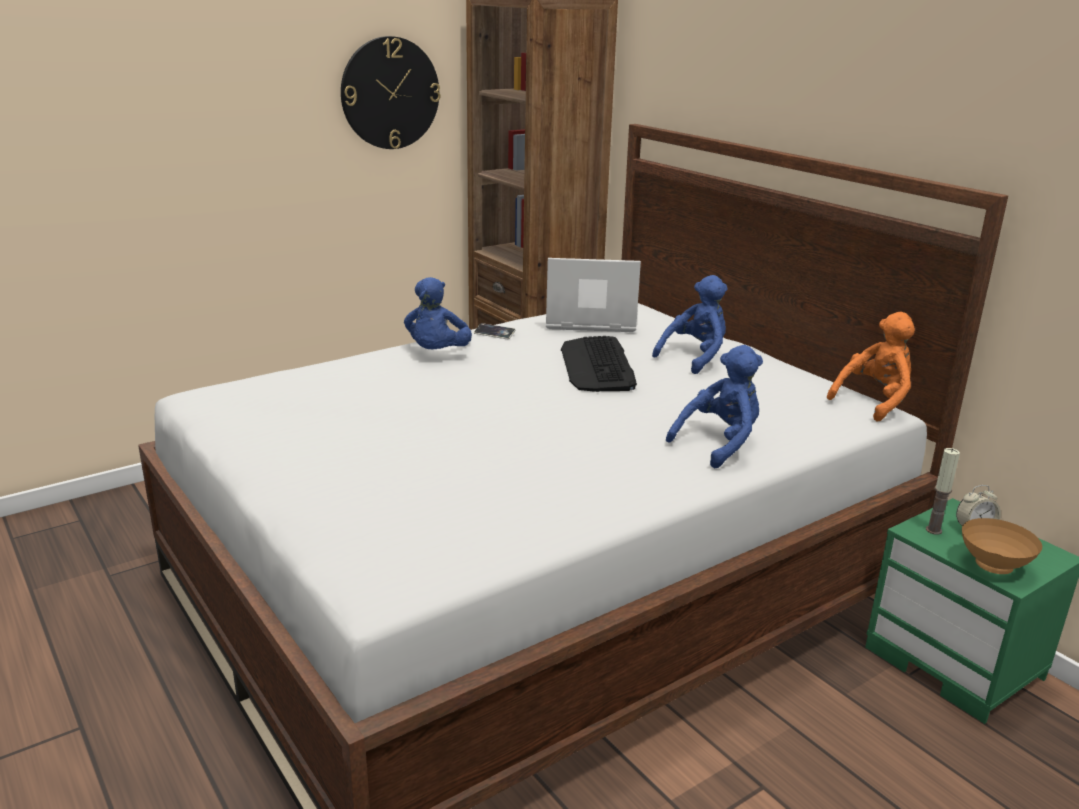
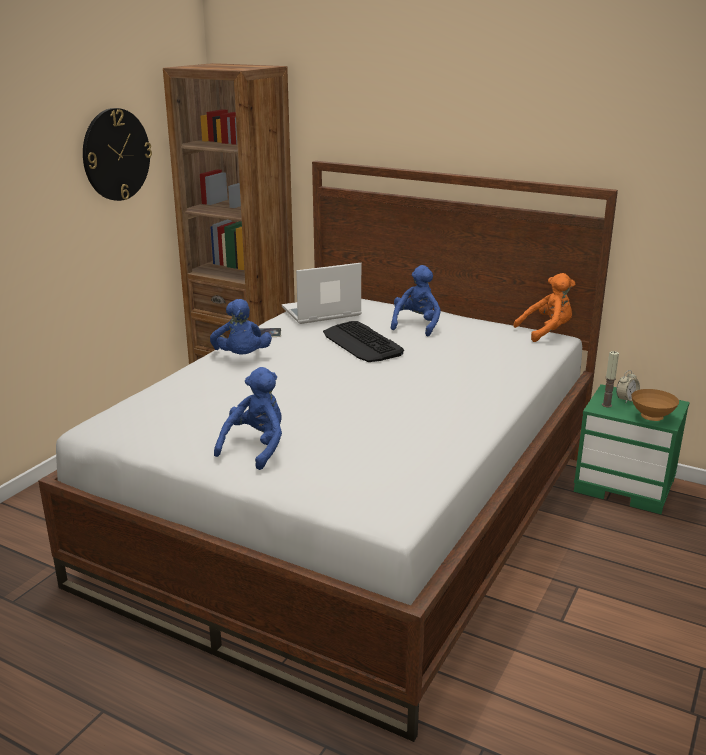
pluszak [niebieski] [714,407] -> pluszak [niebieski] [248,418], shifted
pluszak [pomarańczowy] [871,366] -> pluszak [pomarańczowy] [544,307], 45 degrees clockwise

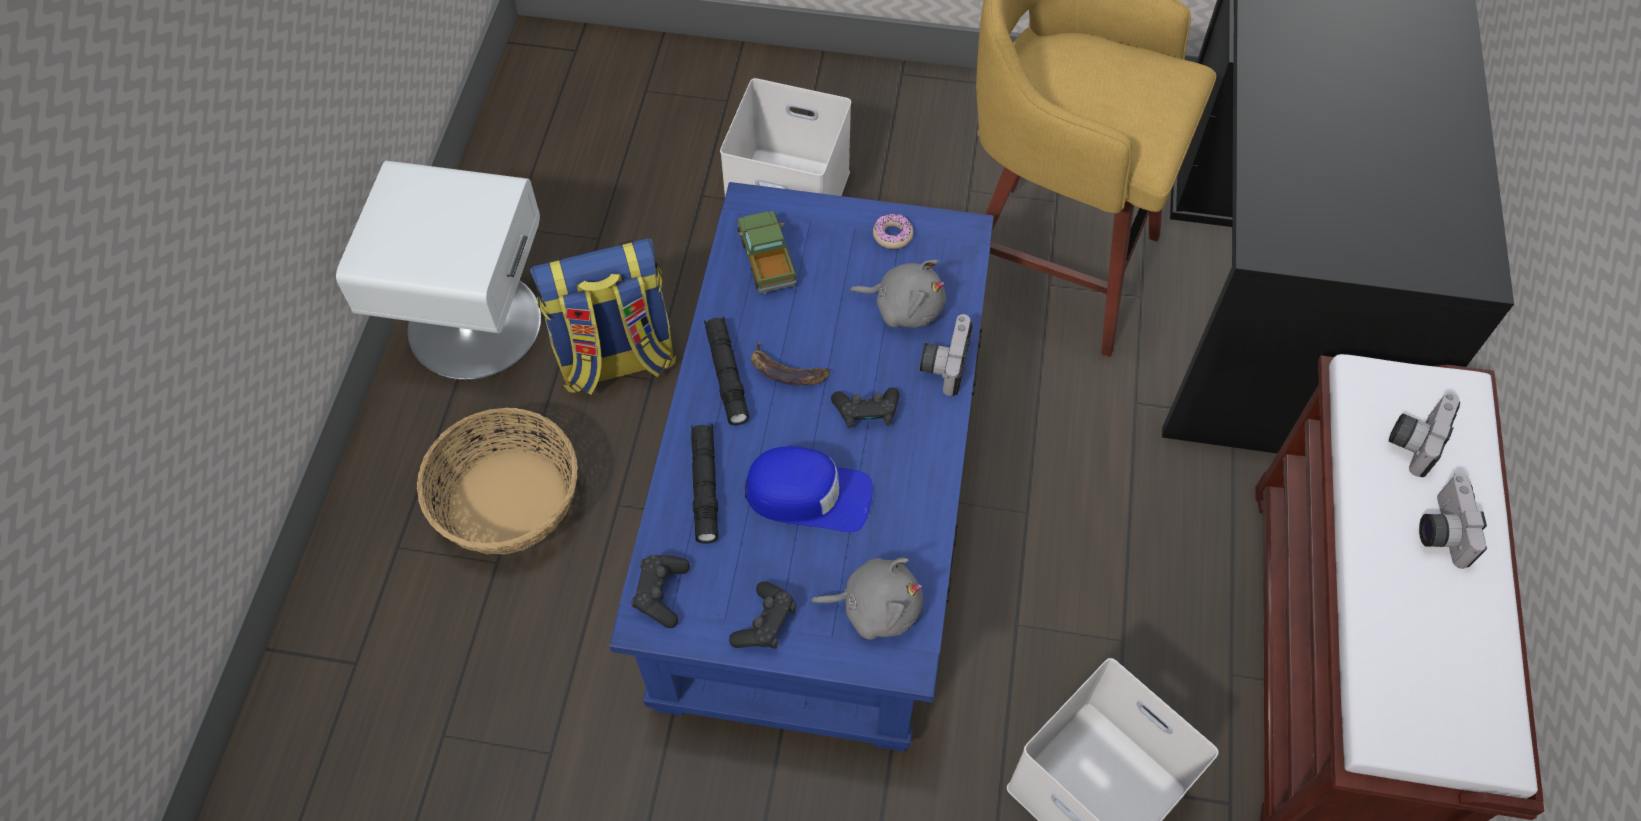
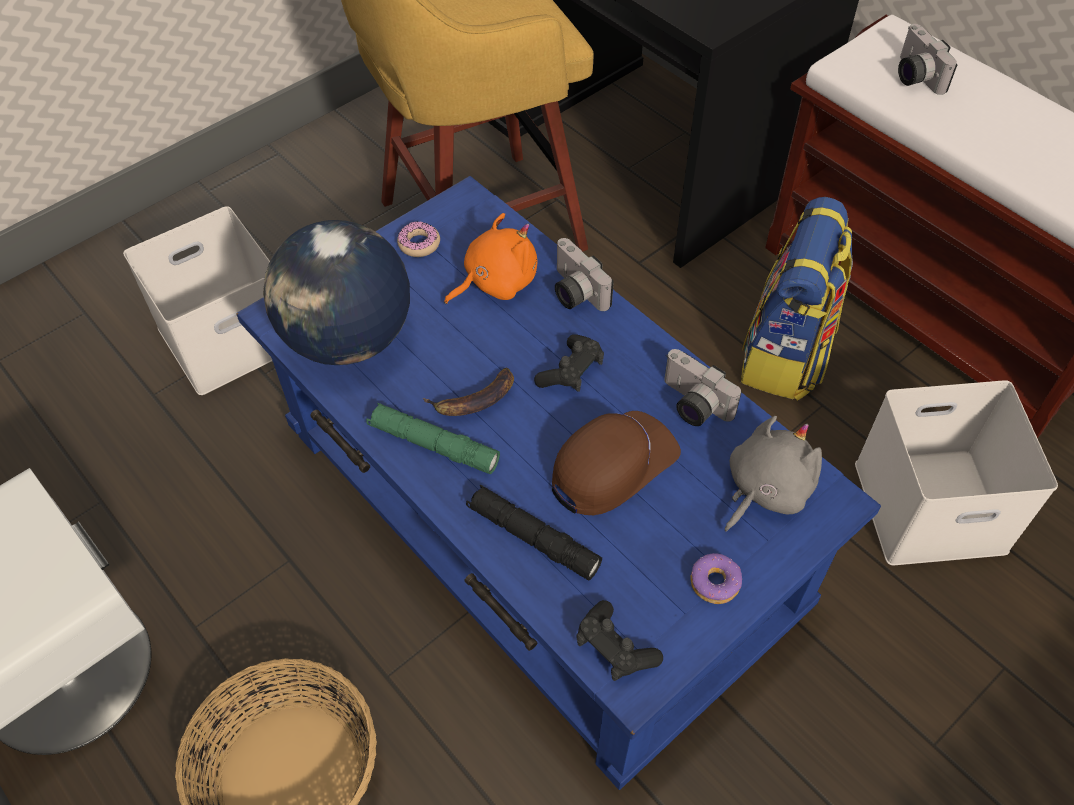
plecak [603,316] -> plecak [797,299], shifted
aparat fotograficzny [1453,521] -> aparat fotograficzny [703,387], shifted
pad do gier [czarny] [762,615] -> donut [716,578]
ciężarówka zabawkowa [766,253] -> globus [336,292]
latarka [czarny] [726,370] -> latarka [zielony] [433,438]
czapka z daszkiem [niebieski] [809,489] -> czapka z daszkiem [brązowy] [616,463]
pluszak [szary] [897,294] -> pluszak [pomarańczowy] [490,258]

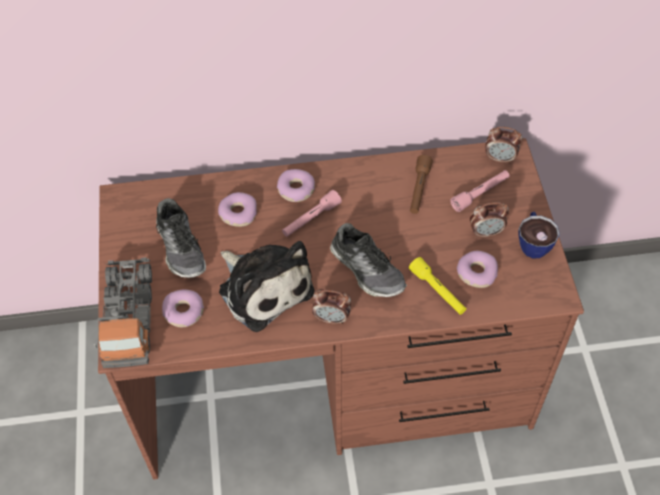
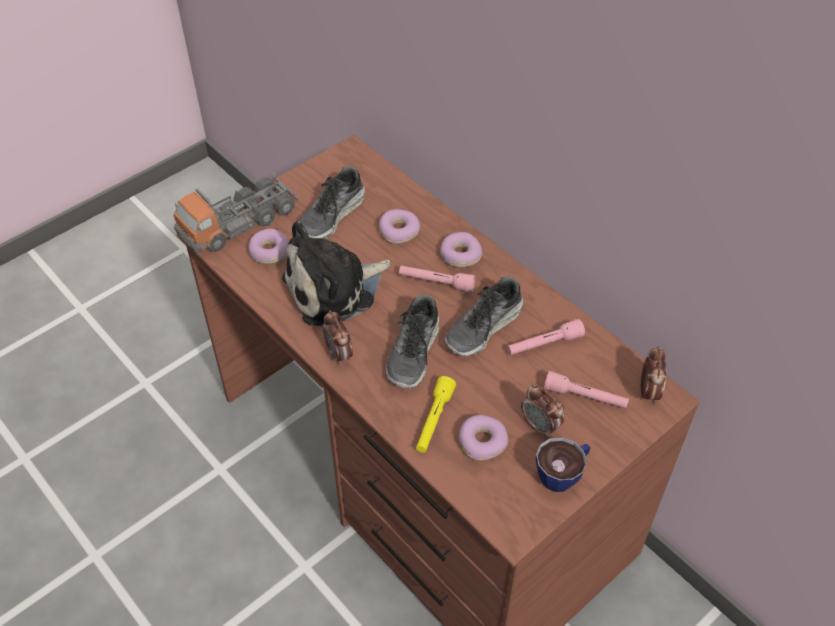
none -> but [483,316]
latarka [brązowy] [421,184] -> latarka [różowy] [546,337]
pluszak [266,286] -> pluszak [336,273], 45 degrees clockwise
budzik [504,145] -> budzik [653,375], 150 degrees counterclockwise

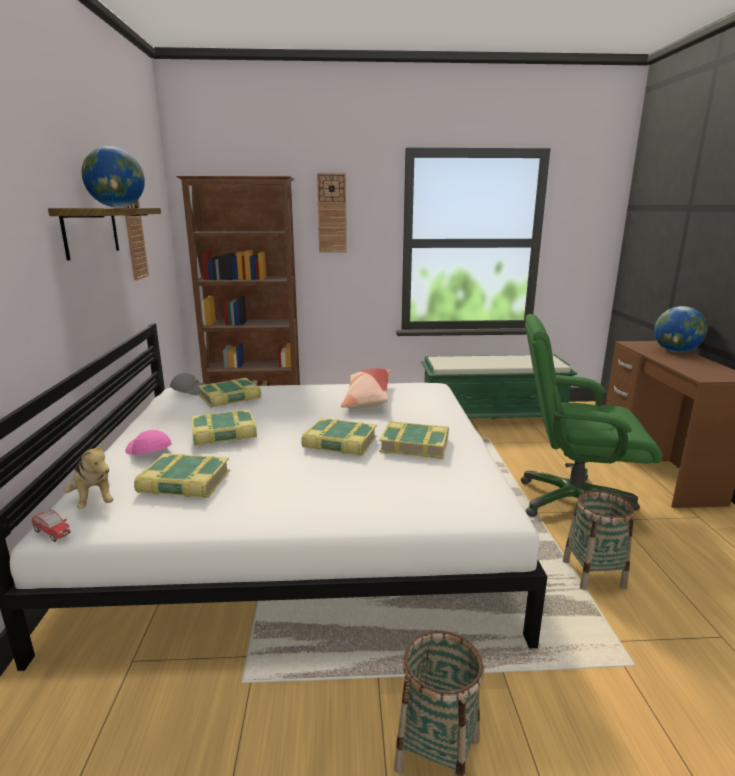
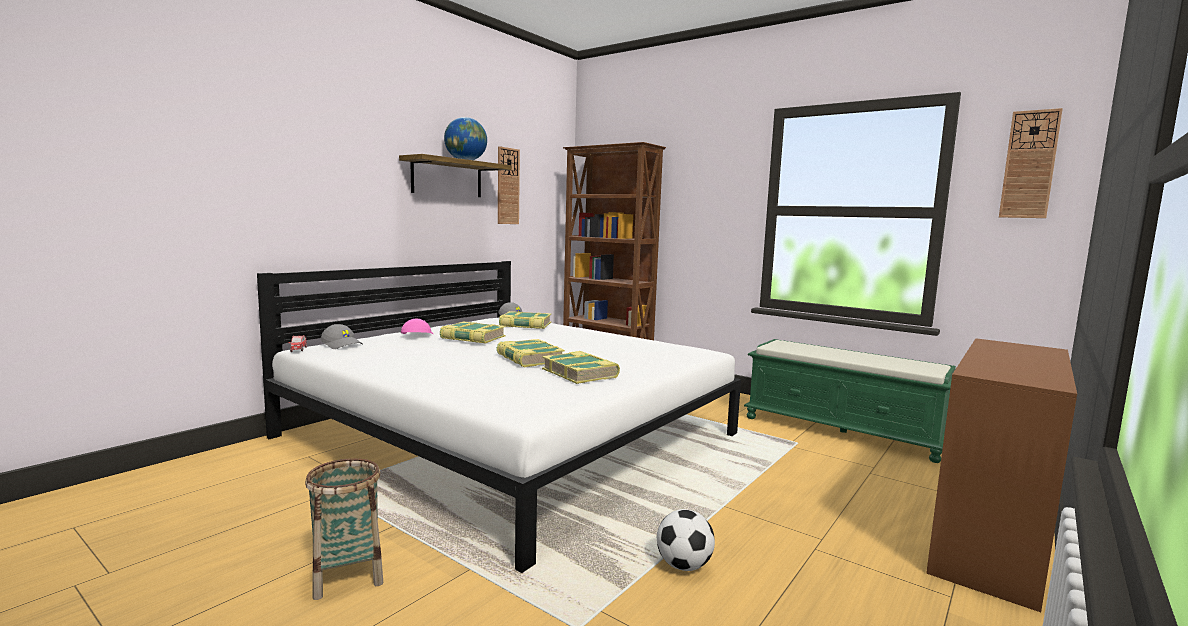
książka [182,475] -> none
poduszka [366,388] -> none
krzesło biurowe [zielony] [591,415] -> none
globus [681,329] -> none
zegar ścienny [332,213] -> zegar ścienny [1031,163], shifted
pluszak [88,475] -> czapka z daszkiem [szary] [341,336]
koszyk [598,540] -> piłka futbolowa [686,540]

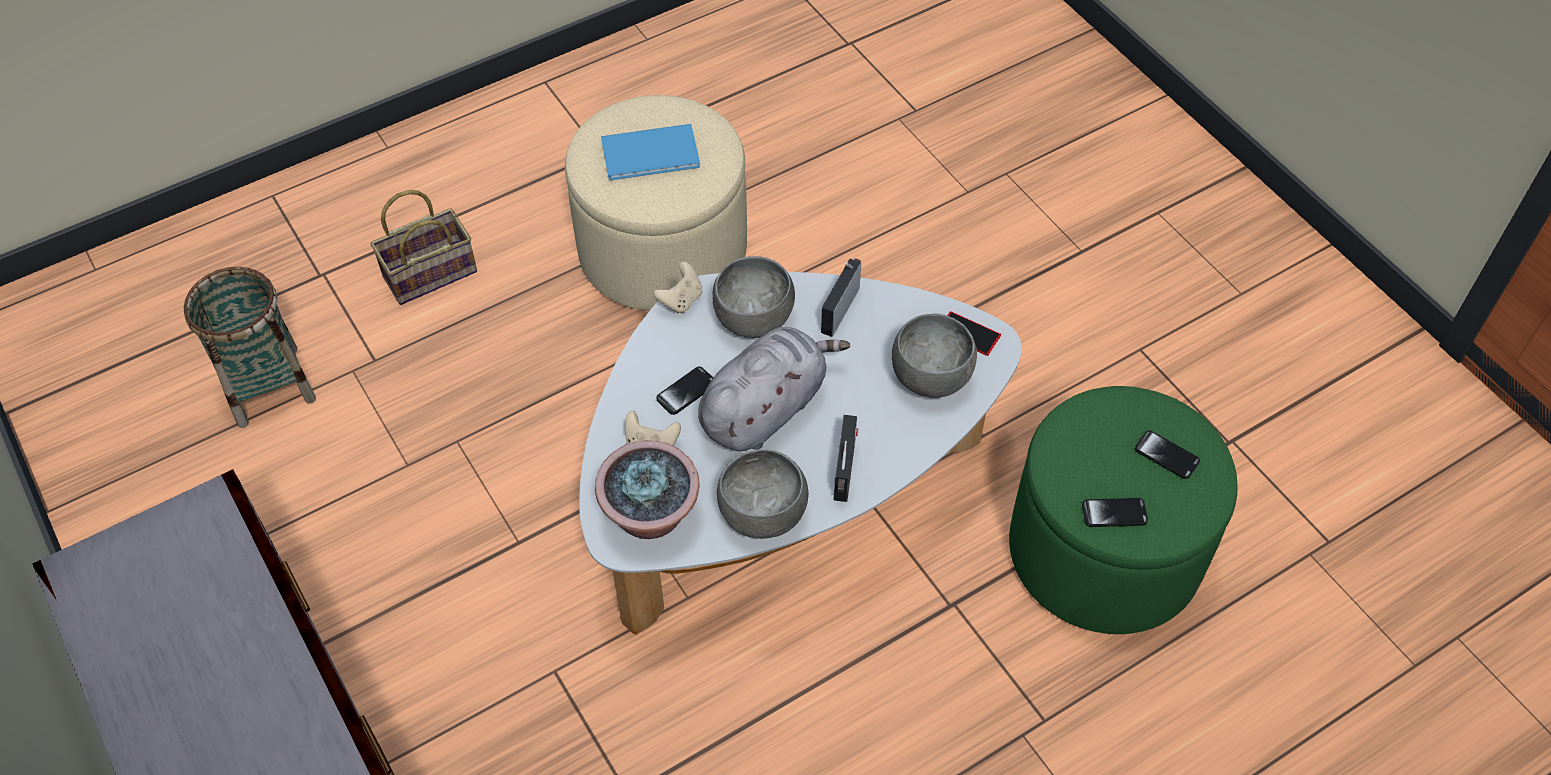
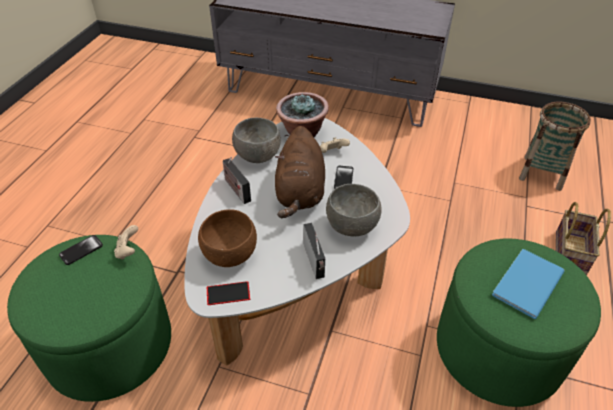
telefon [1167,454] -> none
pad do gier [beżowy] [677,288] -> pad do gier [beżowy] [126,242], shifted
pufa [beżowy] [656,203] -> pufa [zielony] [519,322]
pluszak [szary] [774,389] -> pluszak [brązowy] [300,172]
miska [szary] [934,355] -> miska [brązowy] [227,238]

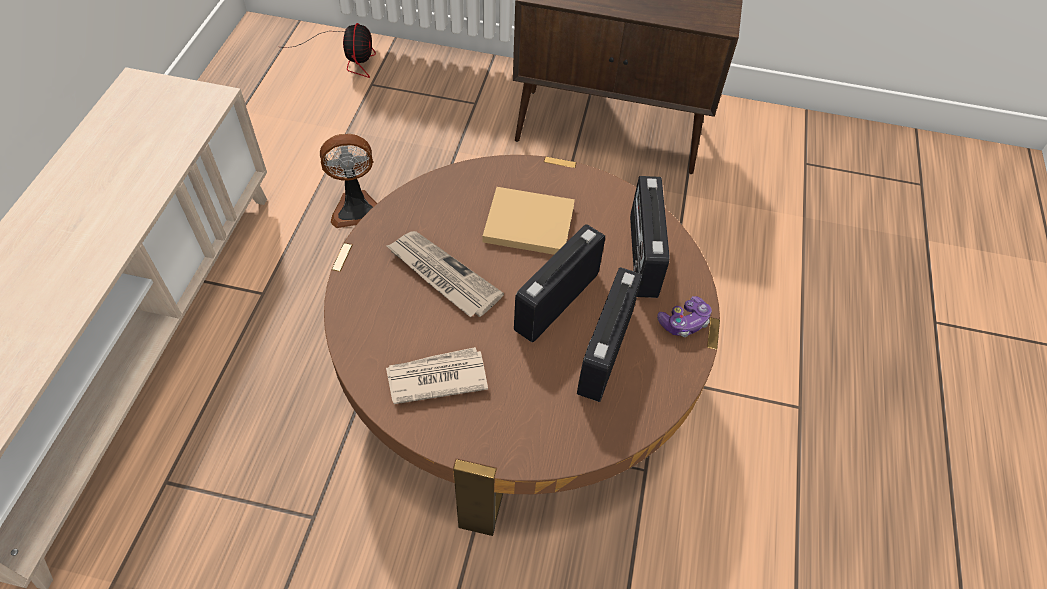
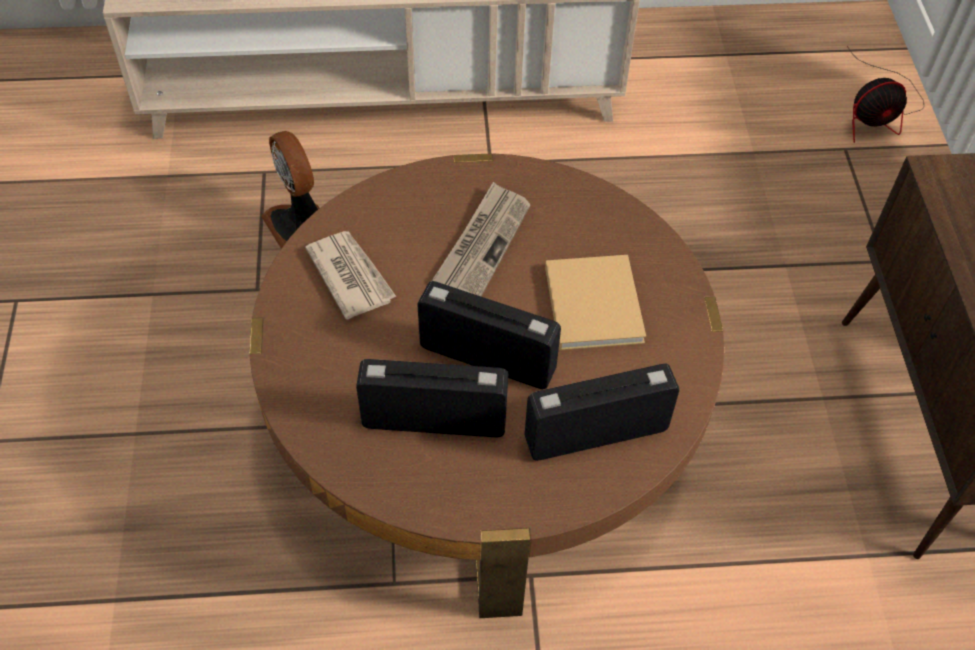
pad do gier [684,316] -> none
wentylator [348,181] -> wentylator [290,190], shifted

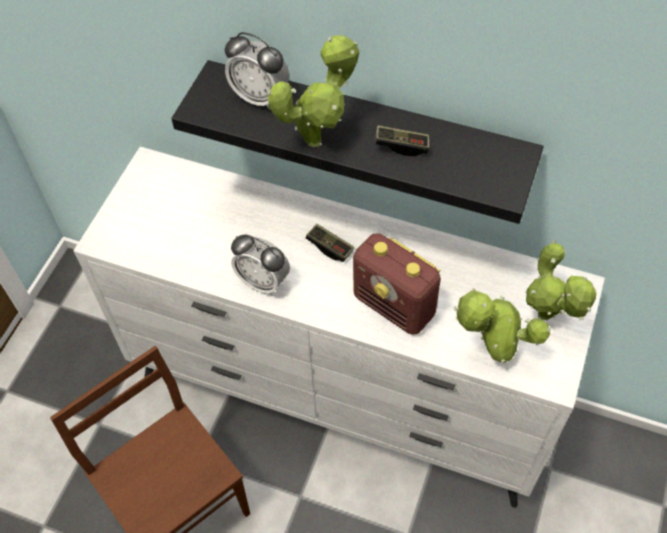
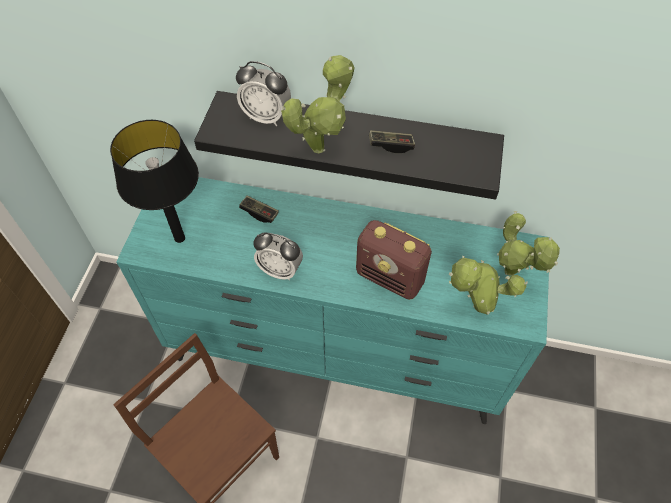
none -> lampa stołowa [czarny] [154,181]
pad do gier [330,243] -> pad do gier [259,209], shifted
komoda [biały] [339,327] -> komoda [turkusowy] [332,300]

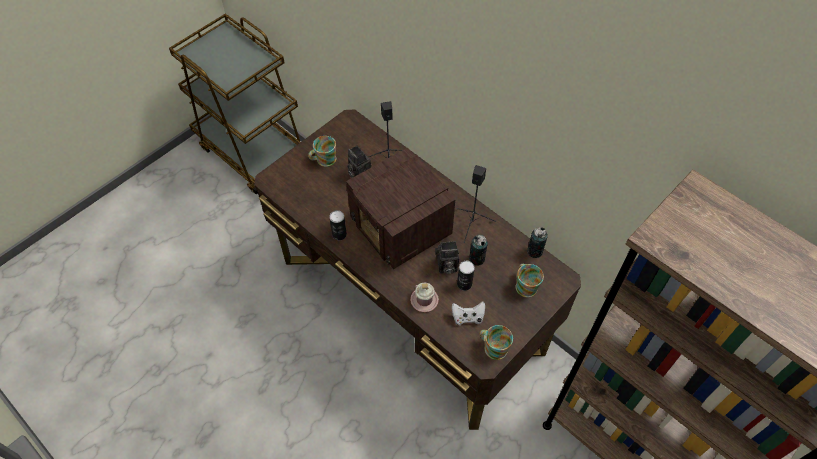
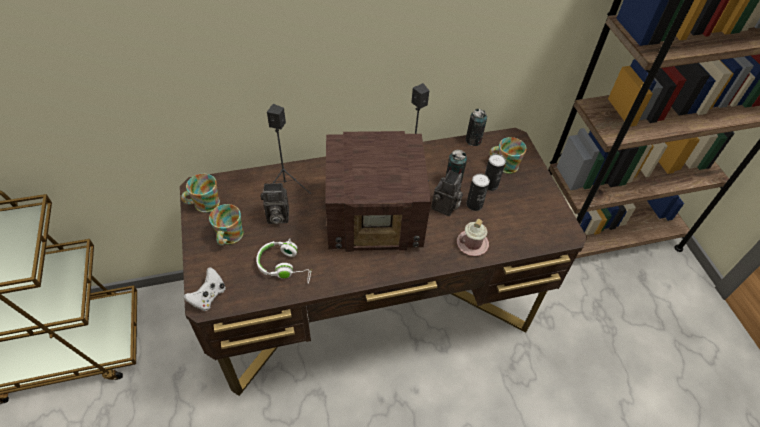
none -> słuchawki [biały] [283,261]
puszka [338,225] -> puszka [495,172], shifted
pad do gier [biały] [468,313] -> pad do gier [biały] [204,289], shifted
kubek [496,342] -> kubek [200,193], shifted

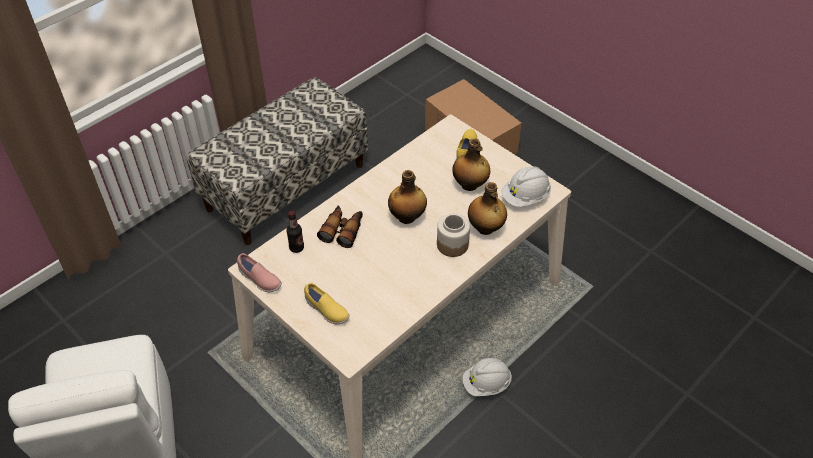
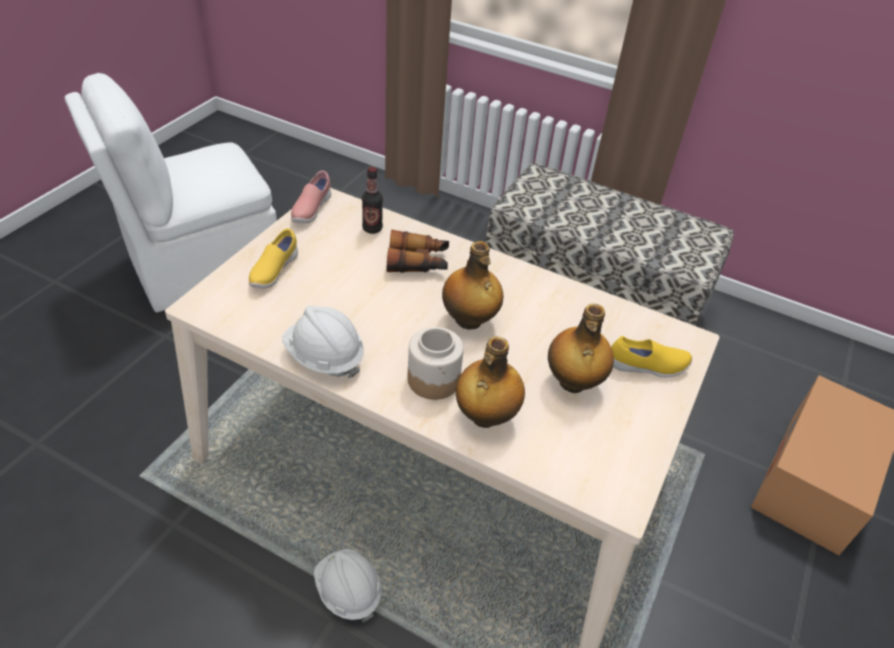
kask [biały] [526,186] -> kask [biały] [323,342], shifted

